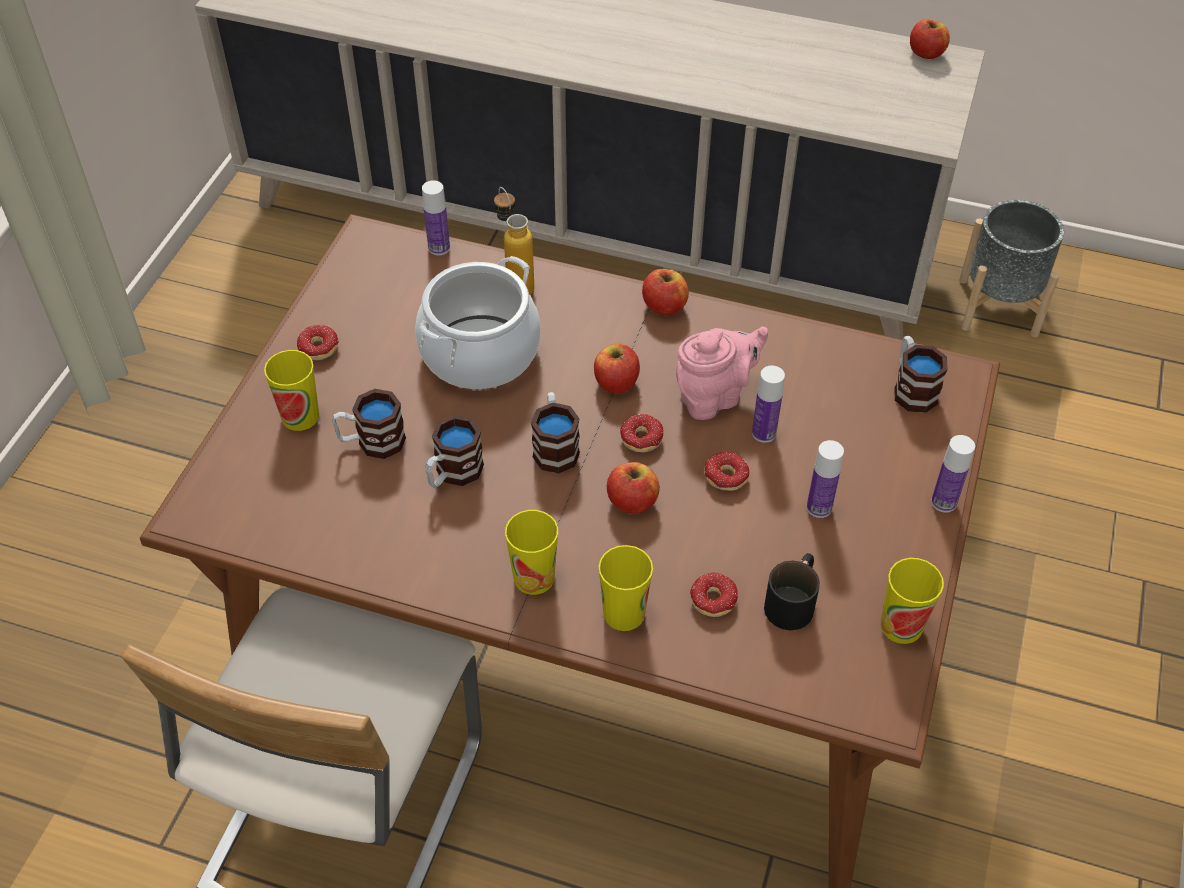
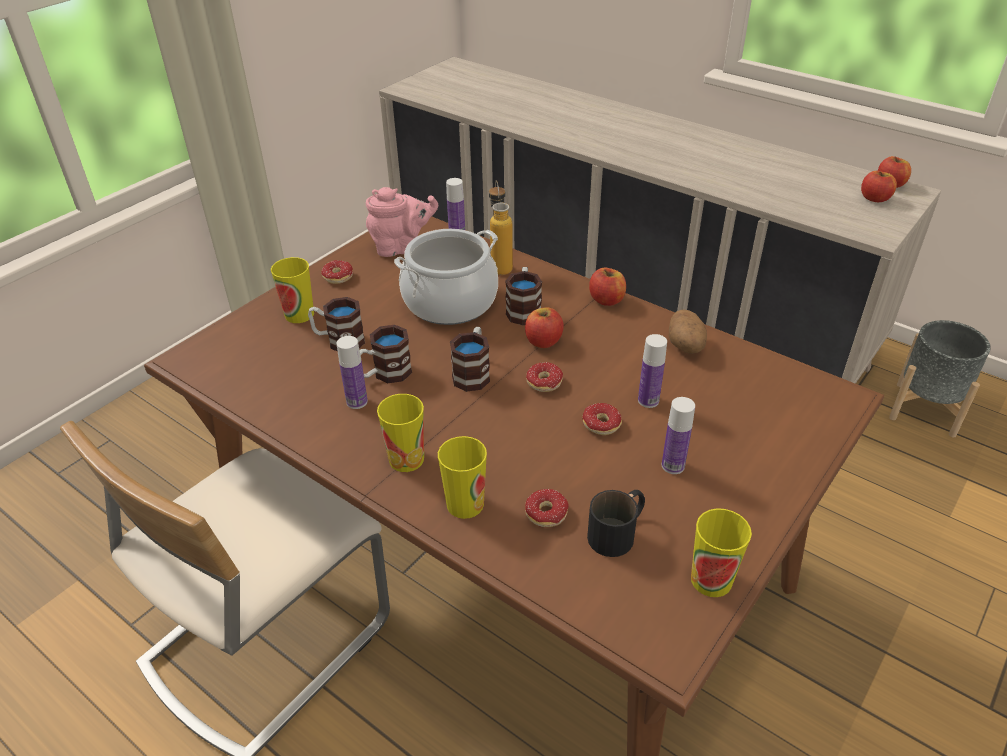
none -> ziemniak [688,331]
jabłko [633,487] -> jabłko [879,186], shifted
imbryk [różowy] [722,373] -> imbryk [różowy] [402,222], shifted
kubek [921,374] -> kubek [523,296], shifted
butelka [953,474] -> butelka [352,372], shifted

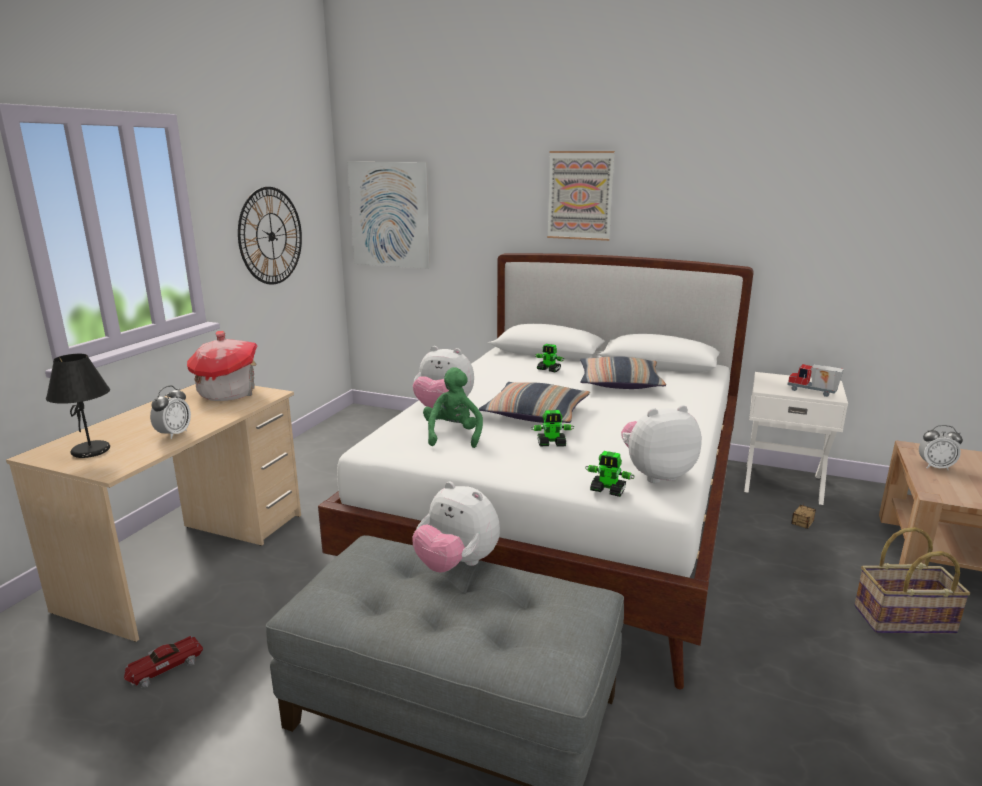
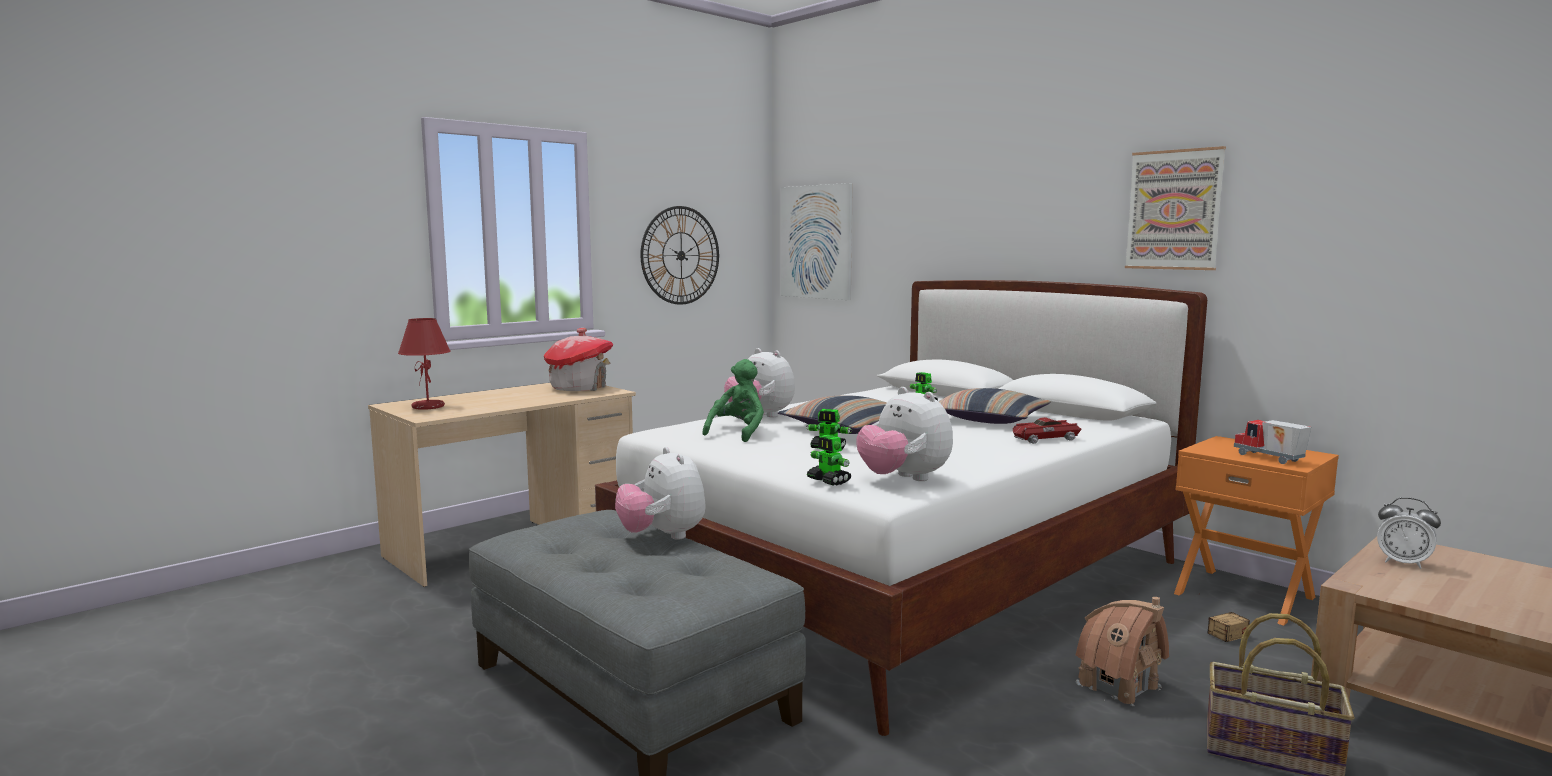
budzik [170,412] -> none
none -> domek [1122,651]
samochodzik [164,662] -> samochodzik [1047,430], shifted
obraz [581,196] -> obraz [1175,208], shifted
lampa stołowa [czarny] [78,406] -> lampa stołowa [czerwony] [424,364]
szafka nocna [biały] [796,438] -> szafka nocna [pomarańczowy] [1256,531]
pluszak [661,444] -> pluszak [904,434], 135 degrees counterclockwise

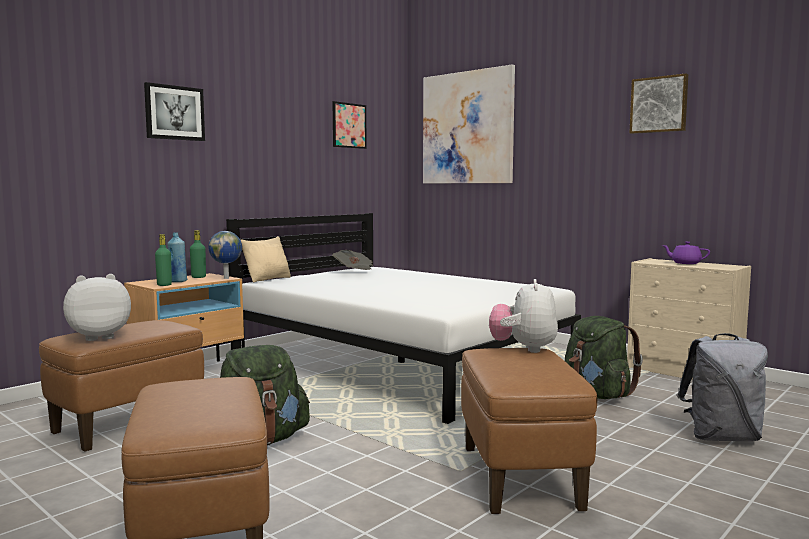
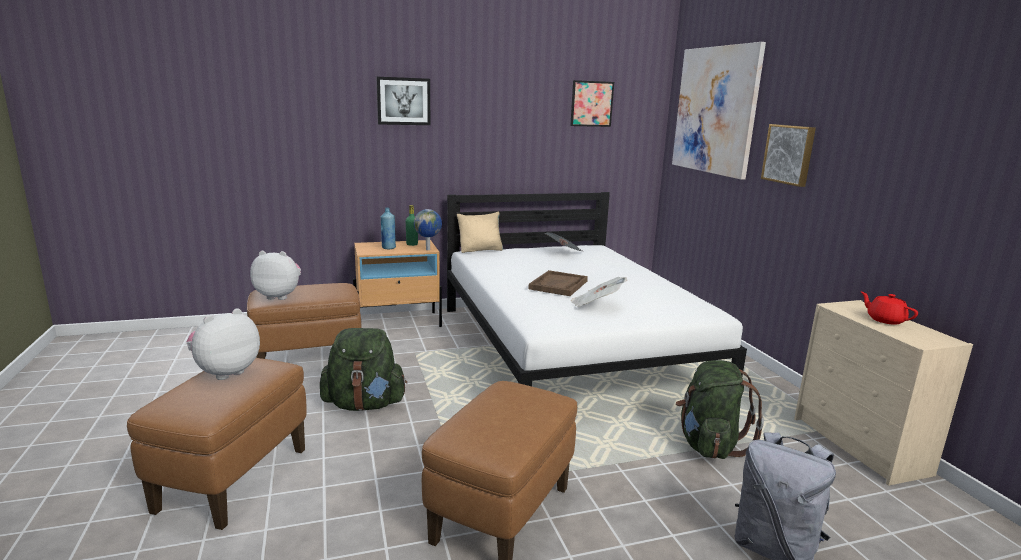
butelka [zielony] [163,260] -> none
none -> taca [brązowy] [558,283]
none -> gazeta [599,292]
pluszak [523,316] -> pluszak [223,344], shifted
obraz [659,103] -> obraz [788,155], shifted
imbryk [fioletowy] [686,253] -> imbryk [czerwony] [889,308]

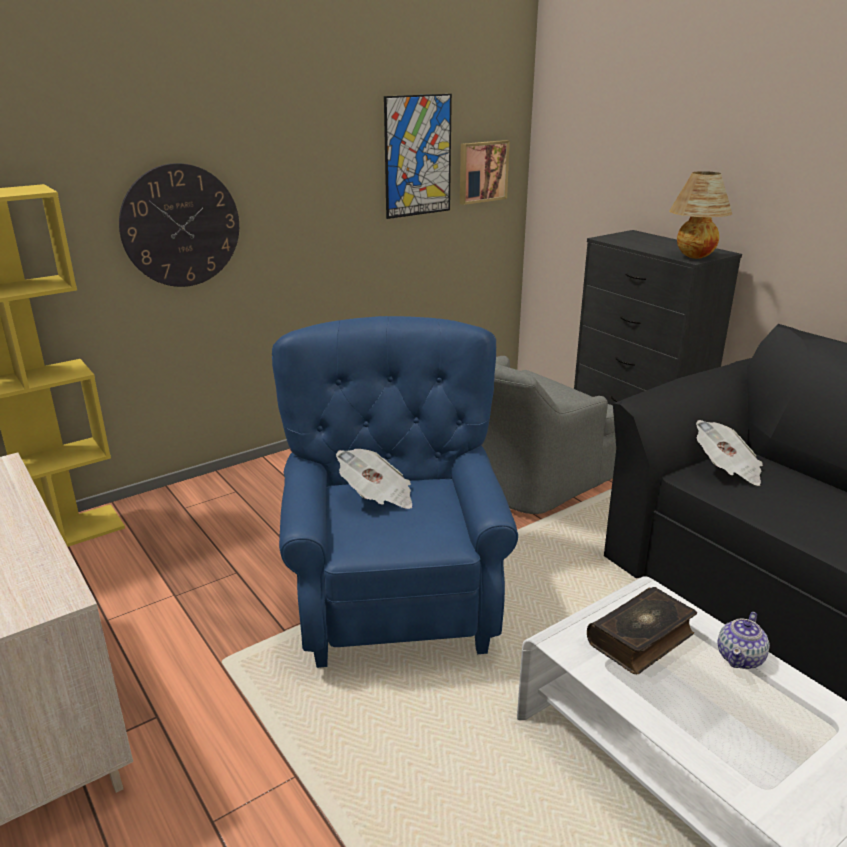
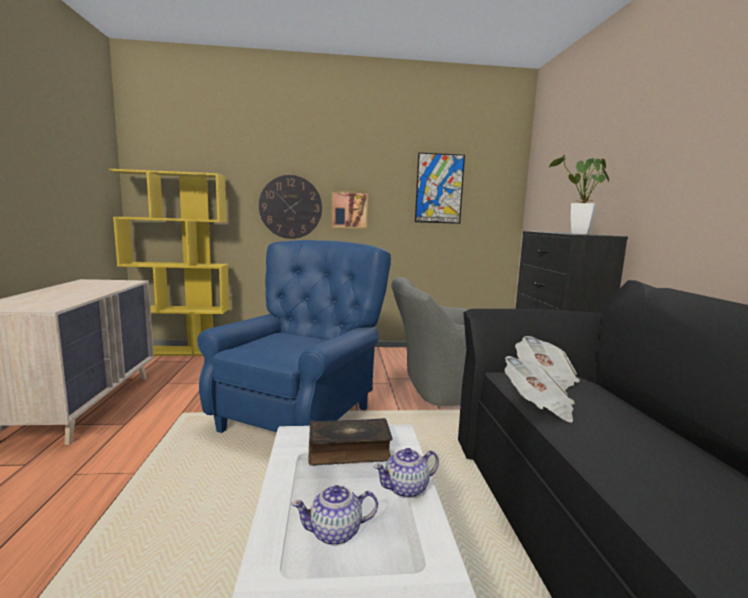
none -> imbryk [335,515]
gazeta [374,479] -> gazeta [539,389], shifted
obraz [485,172] -> obraz [349,209], shifted
lampa stołowa [700,215] -> roślina doniczkowa [578,195]

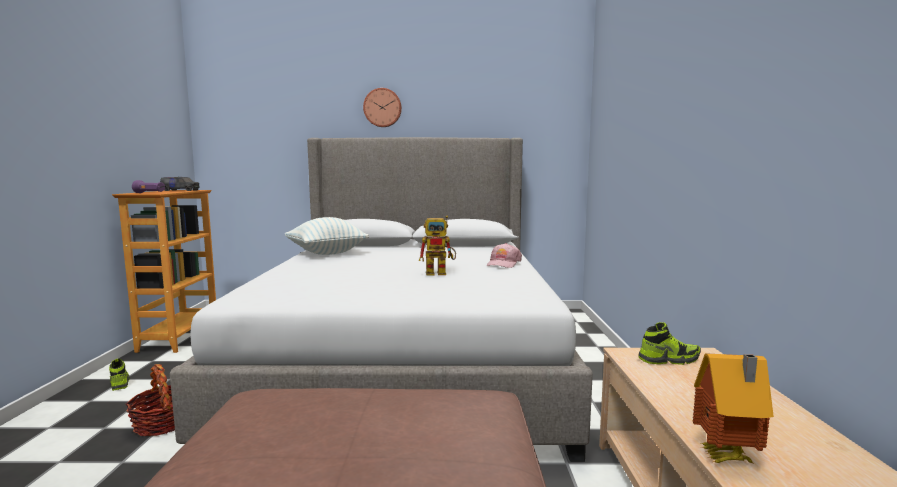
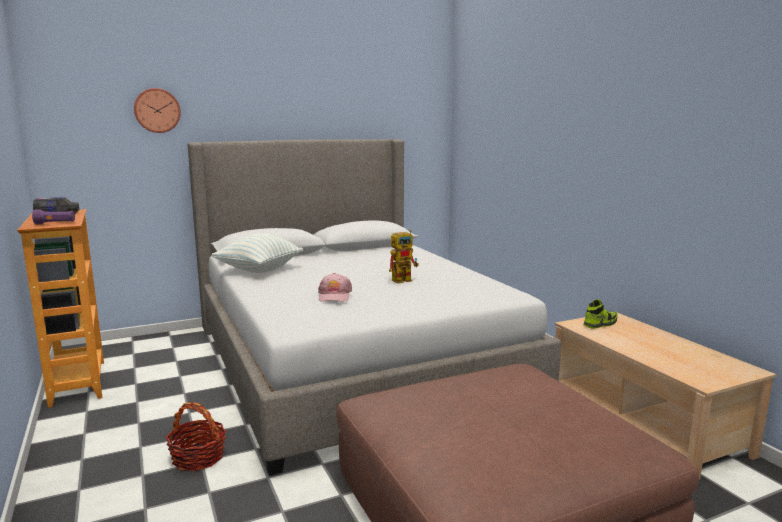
but [119,375] -> none
domek [733,408] -> none
zegar ścienny [382,107] -> zegar ścienny [157,110], shifted
czapka z daszkiem [różowy] [504,255] -> czapka z daszkiem [różowy] [335,287], shifted

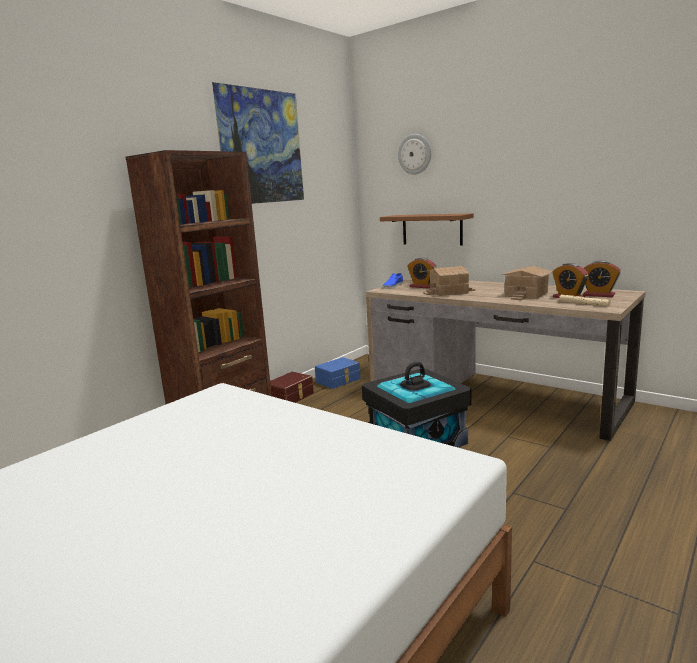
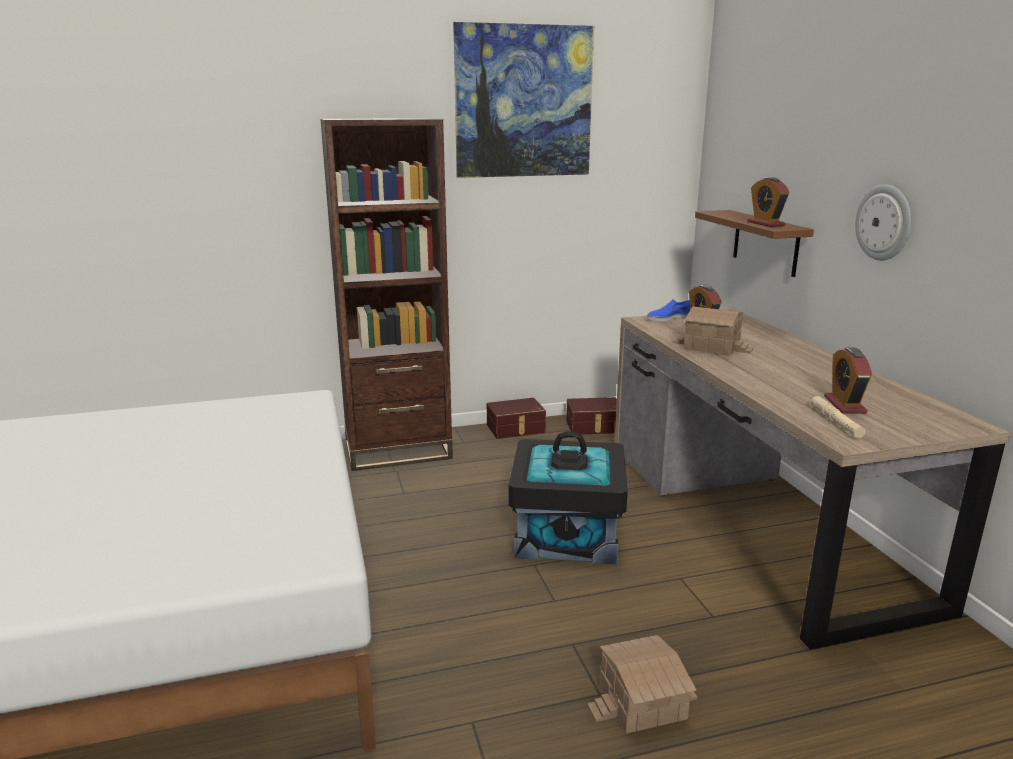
zegar ścienny [414,154] -> zegar ścienny [883,222], shifted
domek [527,283] -> domek [642,684], shifted
budzik [602,278] -> budzik [768,202], shifted
pojemnik do przechowywania [niebieski] [338,373] -> pojemnik do przechowywania [brązowy] [591,415]

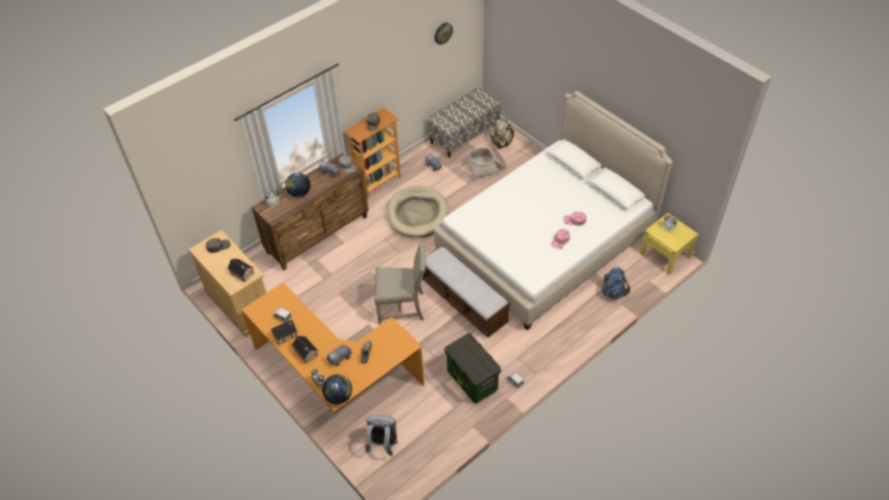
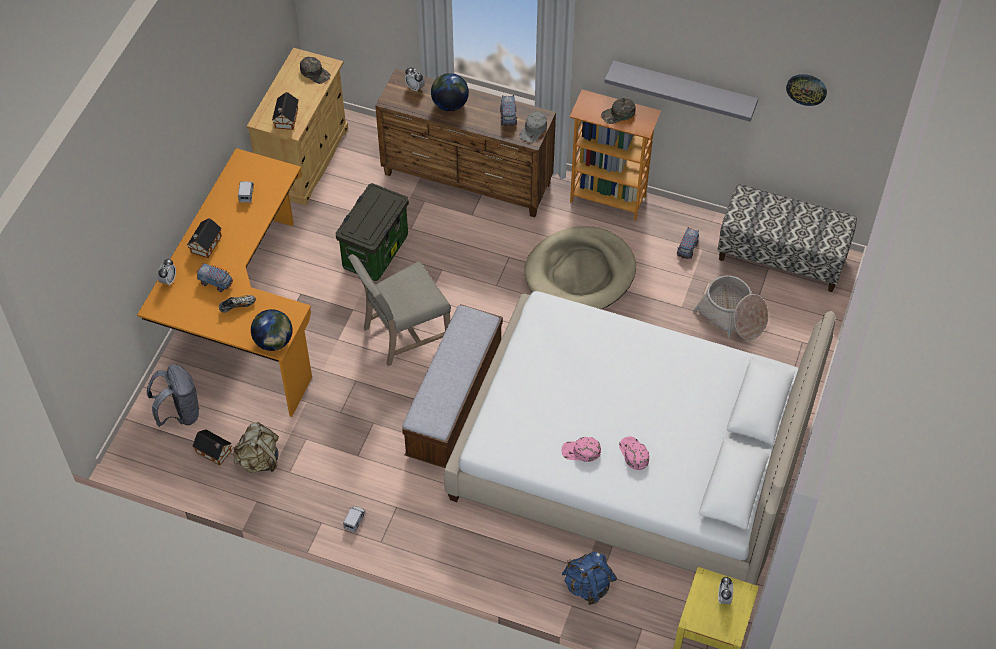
none -> półka [szary] [681,91]
domek [283,332] -> domek [212,447], shifted
globus [337,389] -> globus [272,330], shifted
pojemnik do przechowywania [473,368] -> pojemnik do przechowywania [372,232], shifted
plecak [beżowy] [502,133] -> plecak [beżowy] [255,447], shifted
krzesło [beżowy] [400,283] -> krzesło [beżowy] [399,310], 90 degrees clockwise

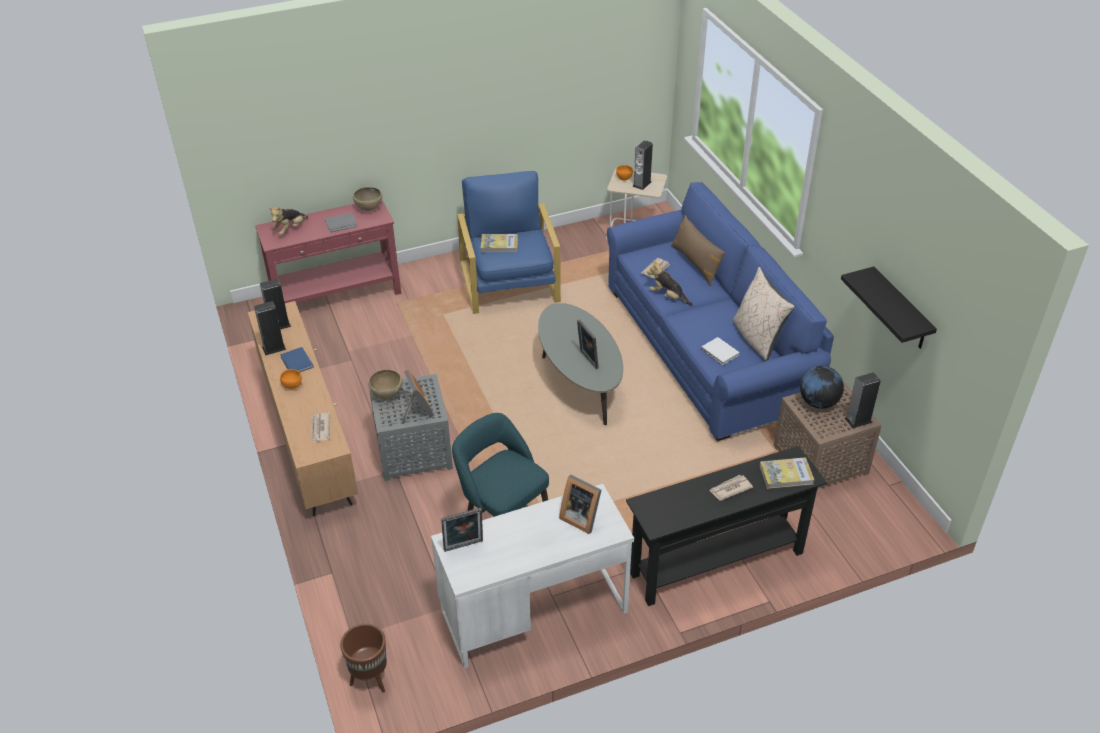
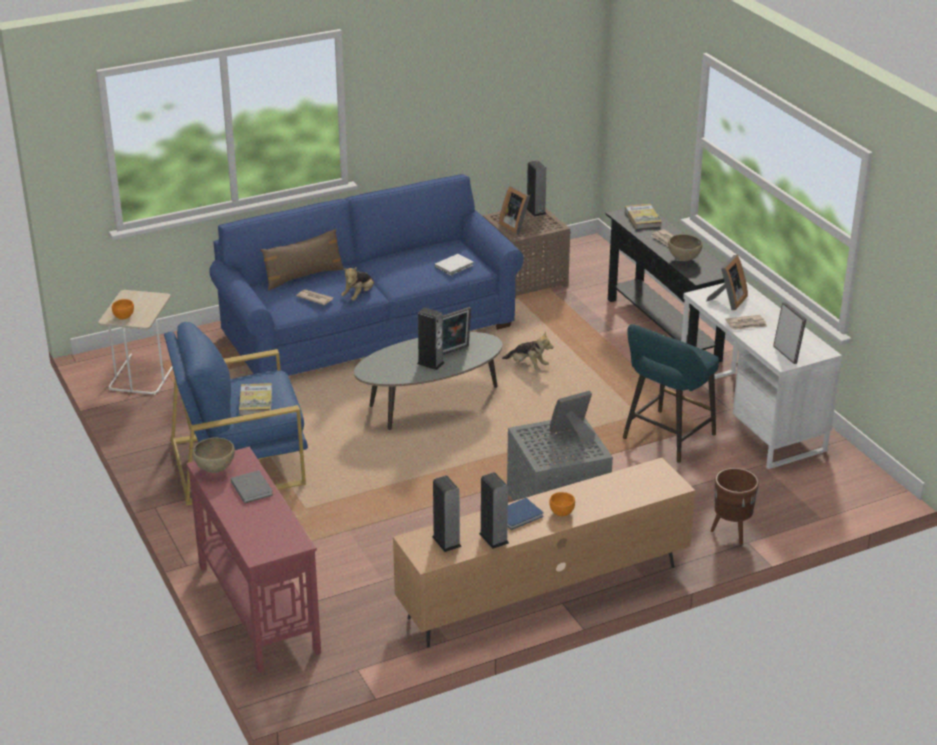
poduszka [beżowy] [764,314] -> none
półka [czarny] [889,307] -> none
pluszak [288,221] -> pluszak [528,350], shifted
gazeta [320,428] -> gazeta [746,322], shifted
donica [brązowy] [363,658] -> donica [brązowy] [735,506], shifted
miska [brązowy] [385,384] -> miska [brązowy] [685,247], shifted
głośnik [642,165] -> głośnik [430,338], shifted
globus [822,387] -> ramka na zdjęcie [514,210]

